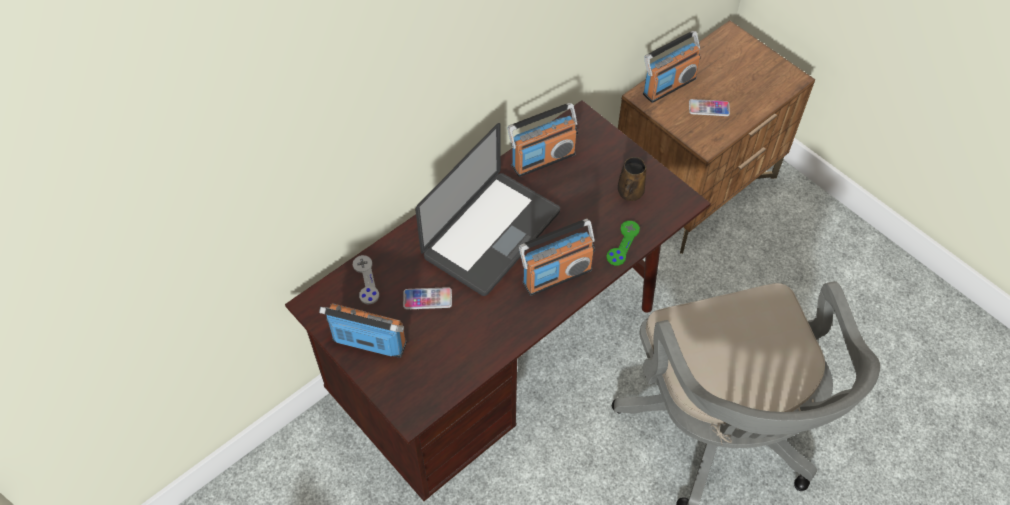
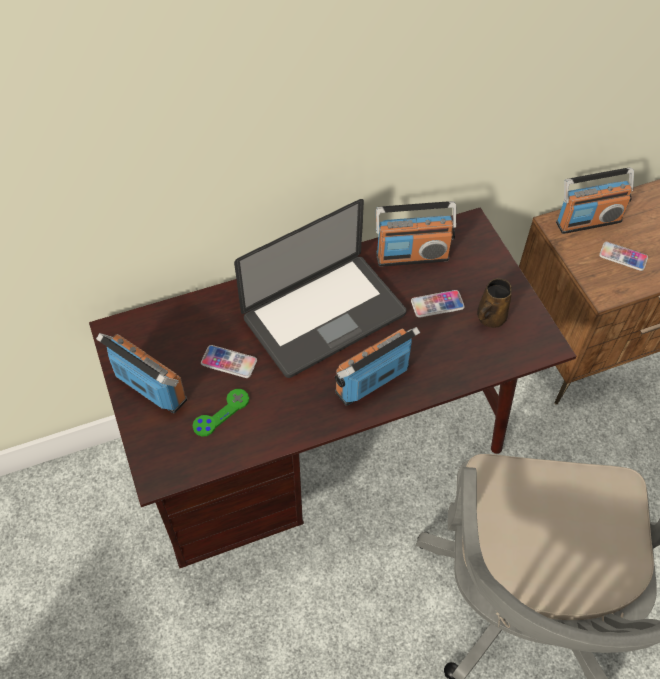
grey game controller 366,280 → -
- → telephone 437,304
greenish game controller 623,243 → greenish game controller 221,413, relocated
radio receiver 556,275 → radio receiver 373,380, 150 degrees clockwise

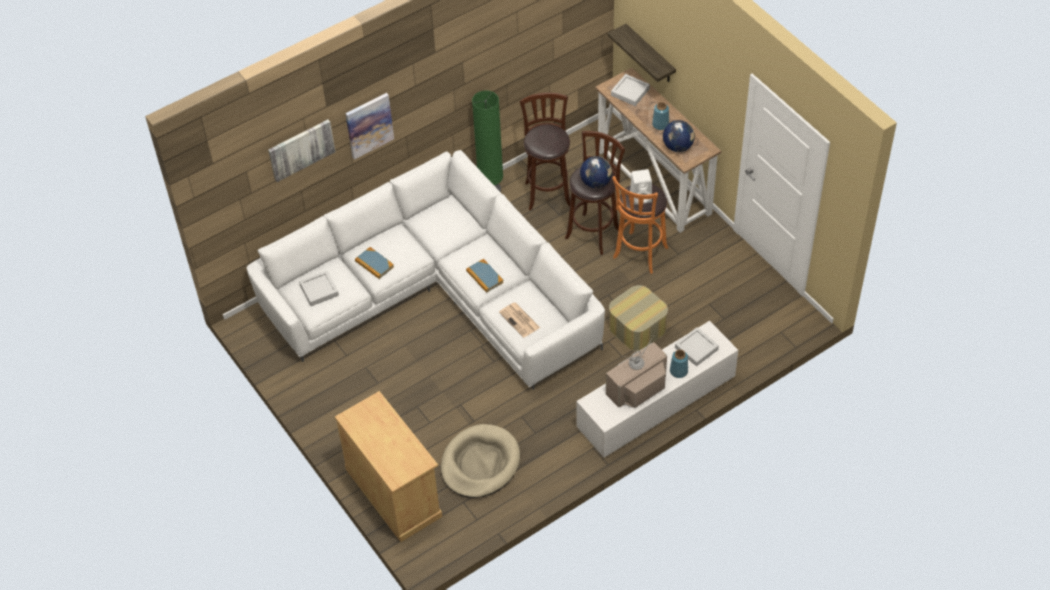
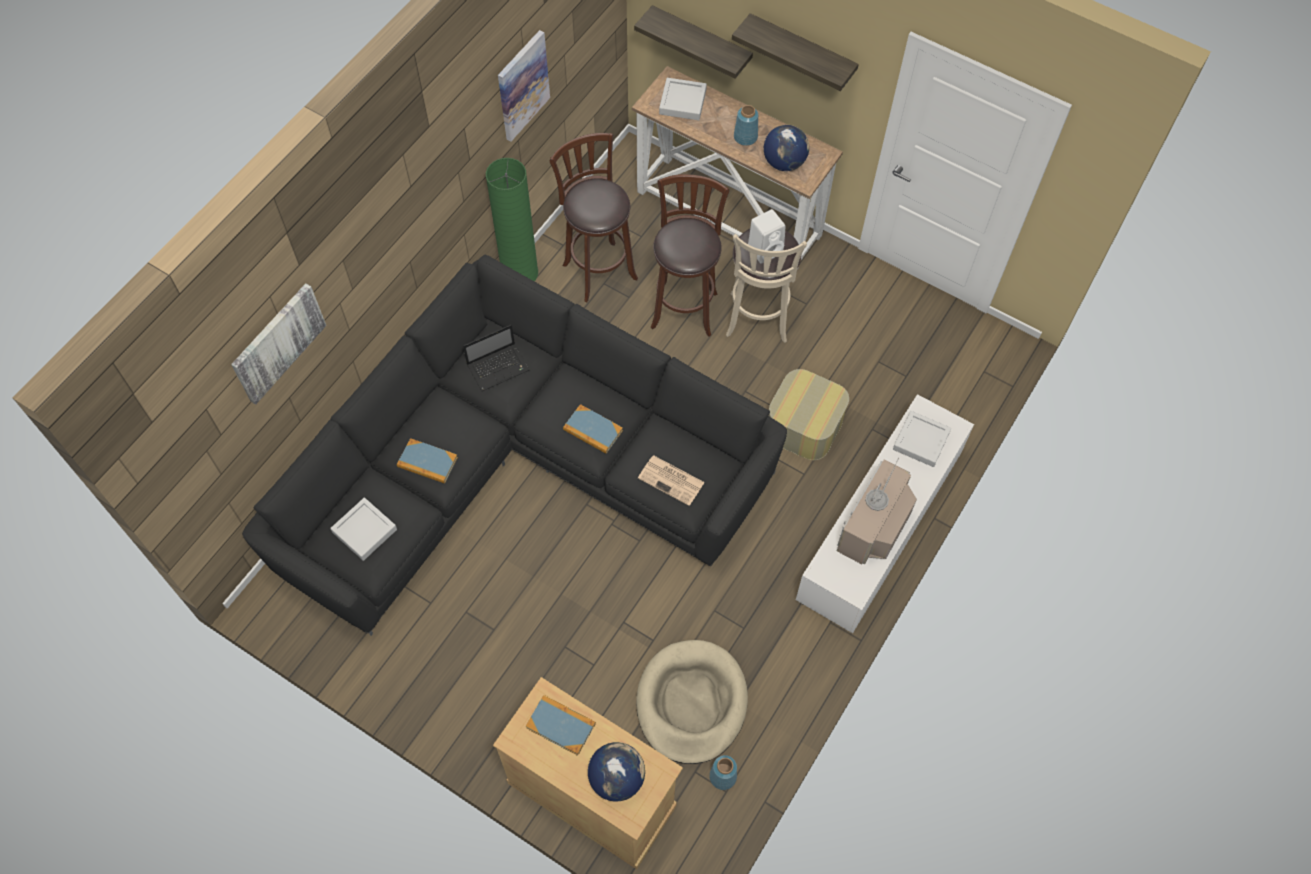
- → portable computer 499,367
- → bound book 561,725
- → wall shelf 801,51
picture 369,125 → picture 522,85, relocated
desk globe 596,182 → desk globe 617,778, relocated
blue-coloured flower vase 678,371 → blue-coloured flower vase 722,777, relocated
white-coloured sofa 437,294 → blackish sofa 517,466
orange stool 639,255 → beige-coloured stool 758,321

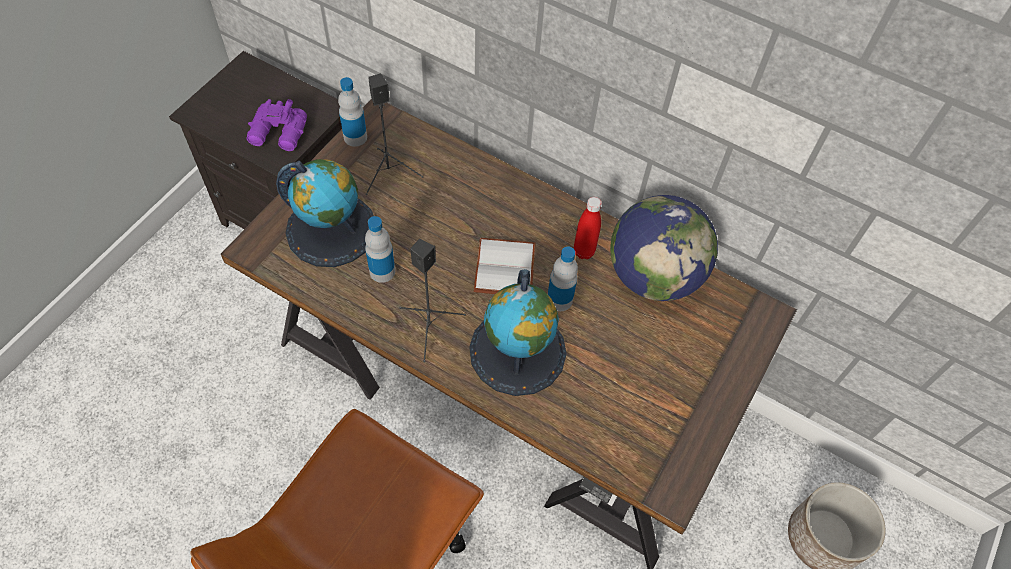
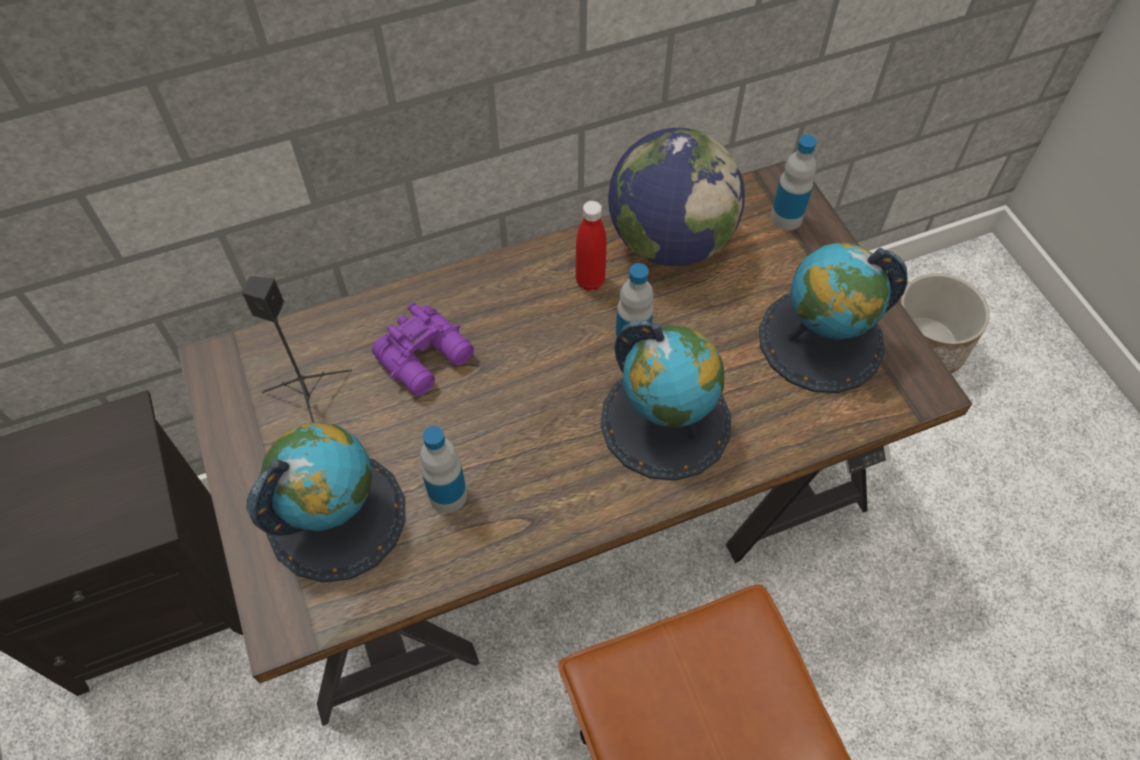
blackish loudspeaker 430,327 → -
white-coloured bound book 507,269 → -
- → desk globe 821,340
purplish field glasses 279,134 → purplish field glasses 427,358, relocated
bottle 355,137 → bottle 786,218, relocated

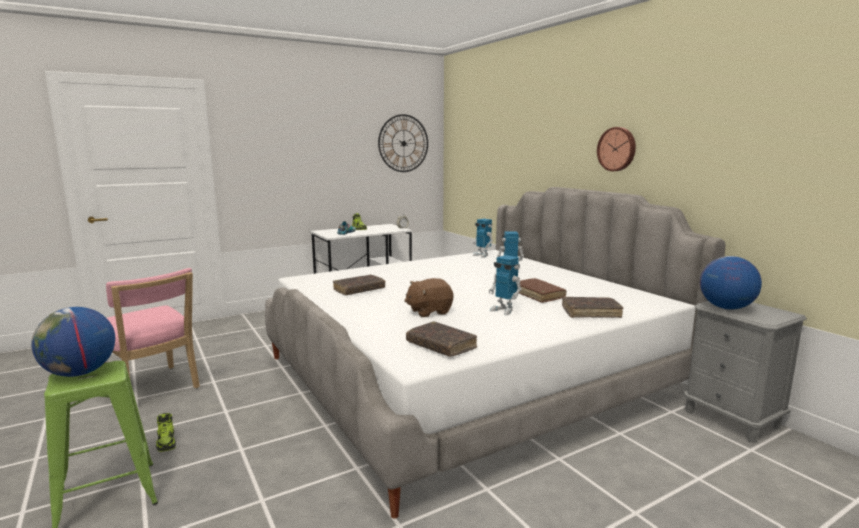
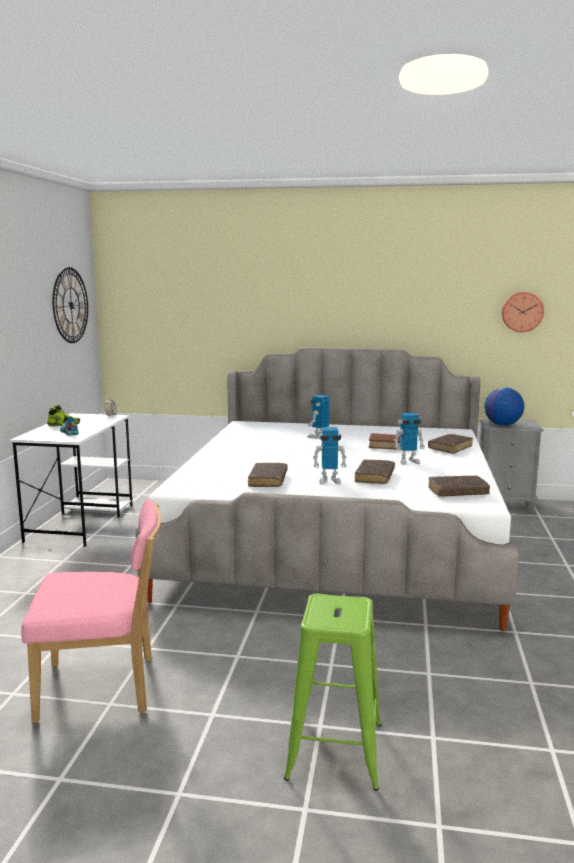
desk globe 80,373 → -
low shoe 166,442 → -
robot figure 482,255 → robot figure 329,481, relocated
clock on the wall 617,149 → clock on the wall 522,312, relocated
brownish soft toy 429,311 → brownish bound book 374,477

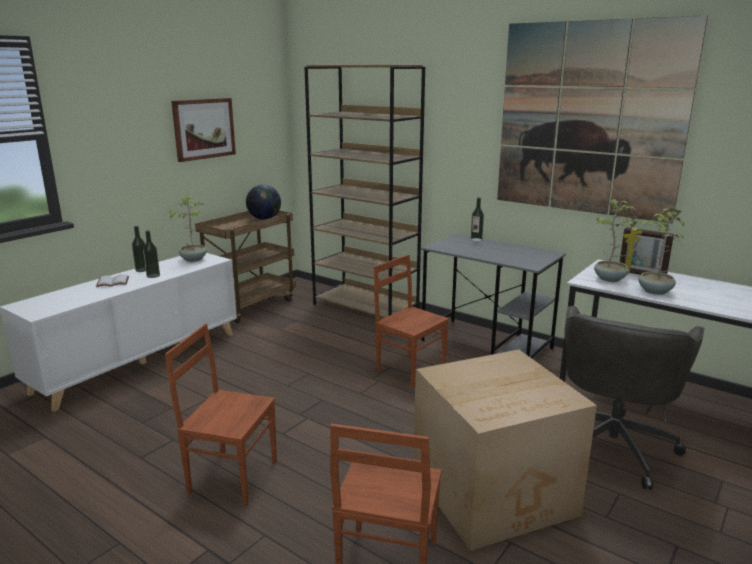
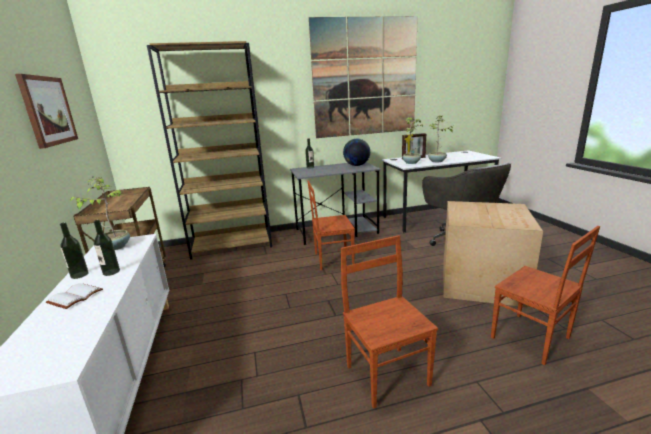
desk globe 264,219 → desk globe 356,165, relocated
brownish plain chair 232,475 → brownish plain chair 387,374, 105 degrees clockwise

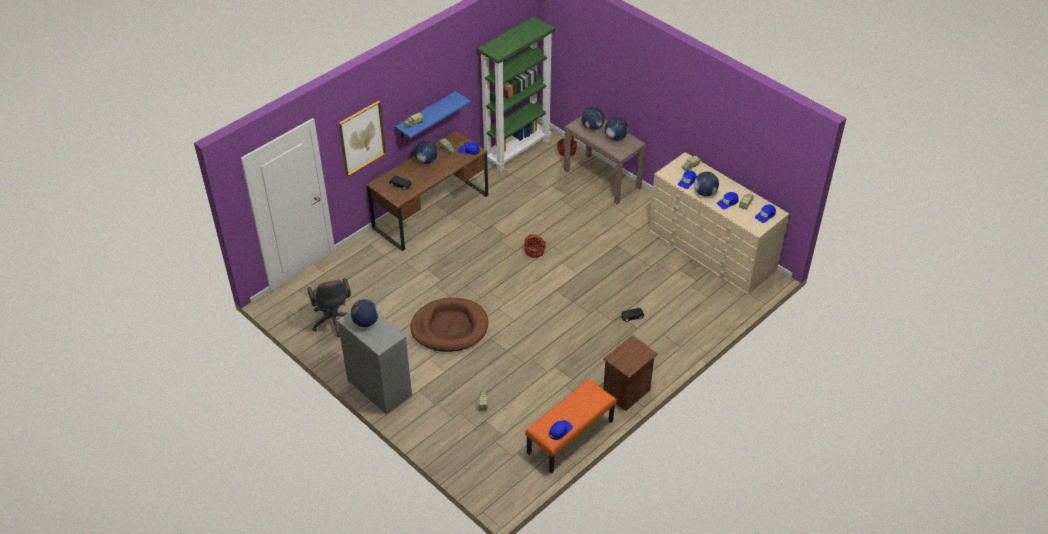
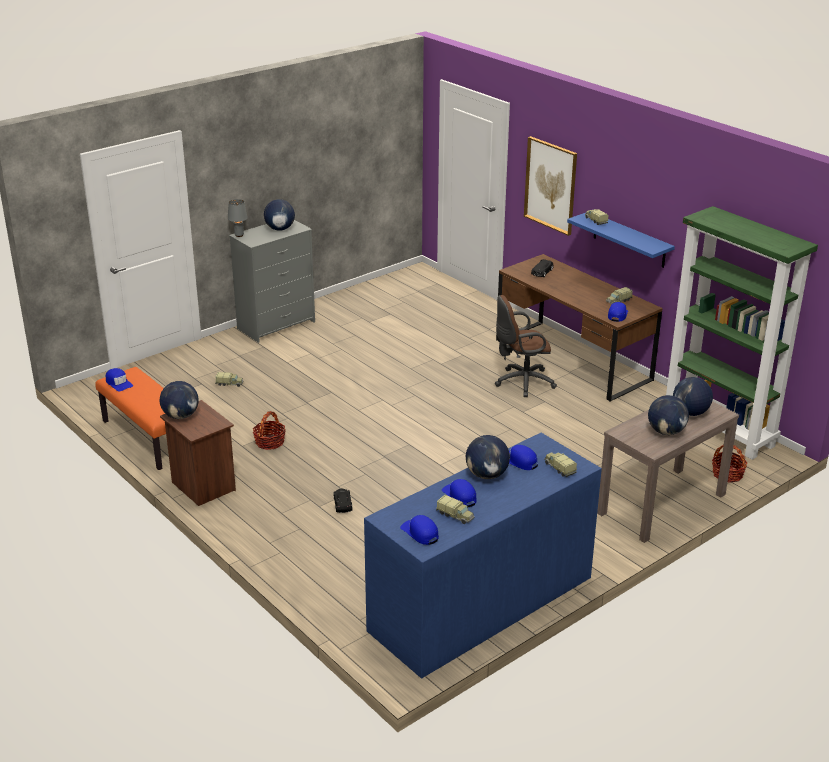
brownish dog cushion 449,327 → -
- → grey lamp for a table 239,235
brownish computer chair 334,322 → brownish computer chair 521,382, relocated
desk globe 426,161 → desk globe 181,416, relocated
household basket 534,251 → household basket 270,442, relocated
beige-coloured chest of drawers 711,250 → blue-coloured chest of drawers 481,603

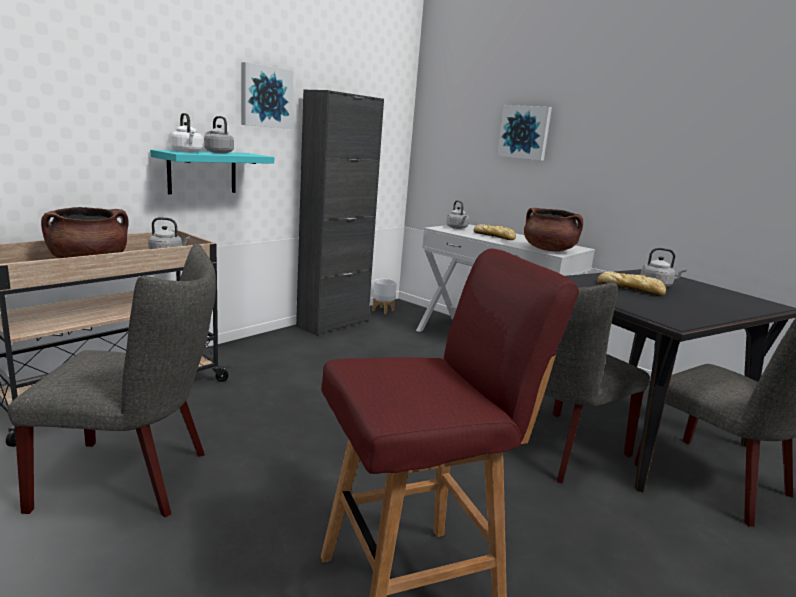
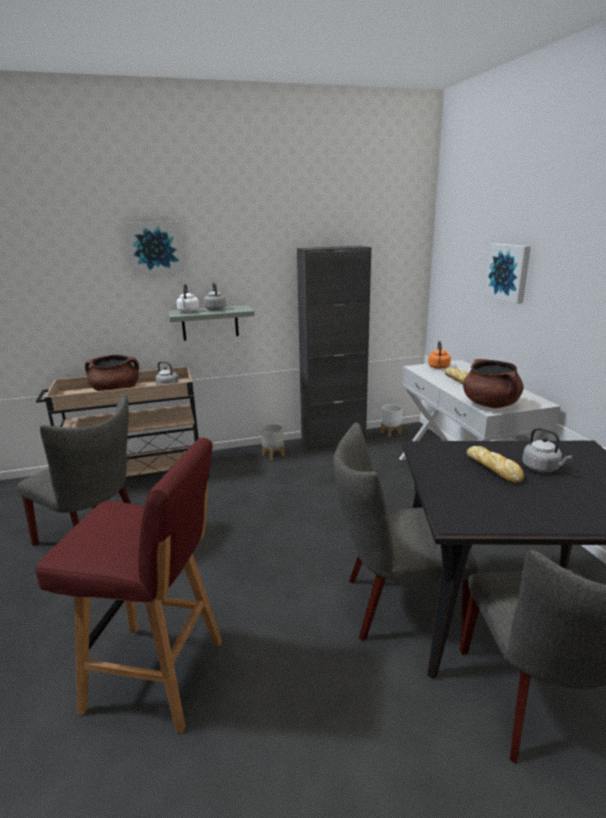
- → grey plant pot 273,455
picture 265,97 → picture 155,247, relocated
turquoise wall shelf 202,172 → grey wall shelf 210,323
grey kettle 457,228 → orange kettle 438,367

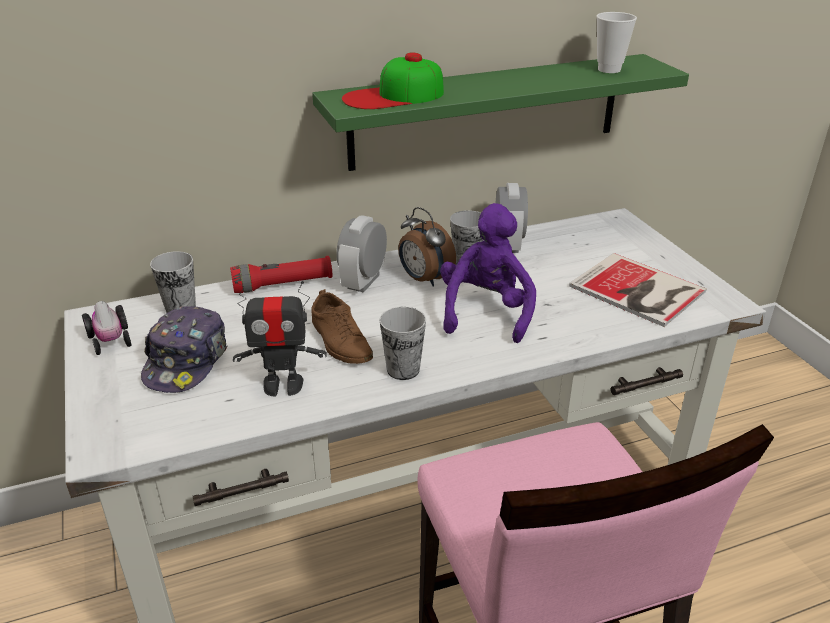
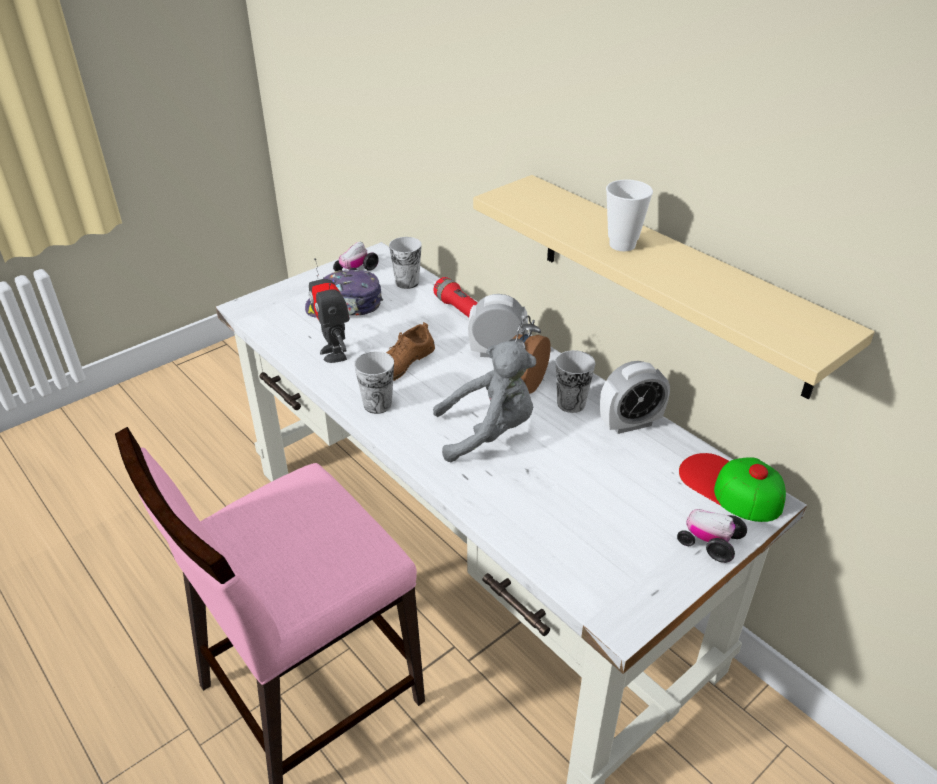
bound book 638,291 → -
- → toy car 709,542
peaked cap 393,96 → peaked cap 730,487, relocated
drinking cup 609,69 → drinking cup 622,245, relocated
greenish wall shelf 487,111 → beige-coloured wall shelf 671,282
purplish soft toy 486,312 → grey soft toy 489,432

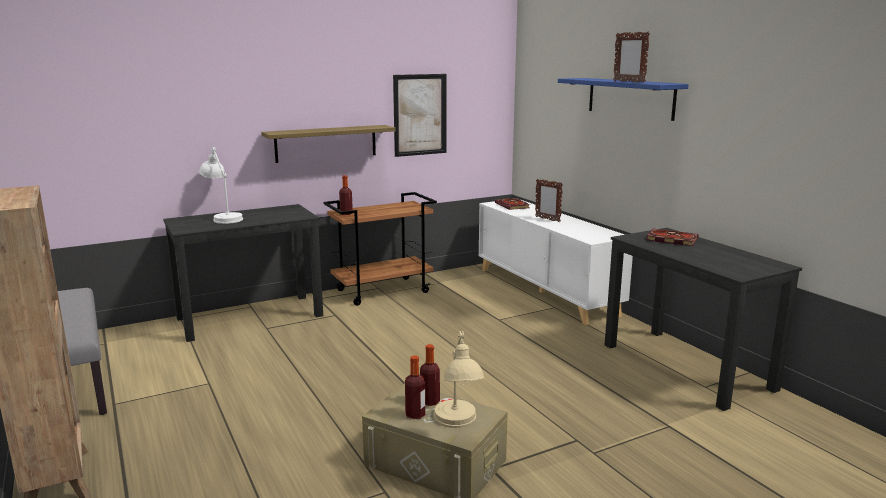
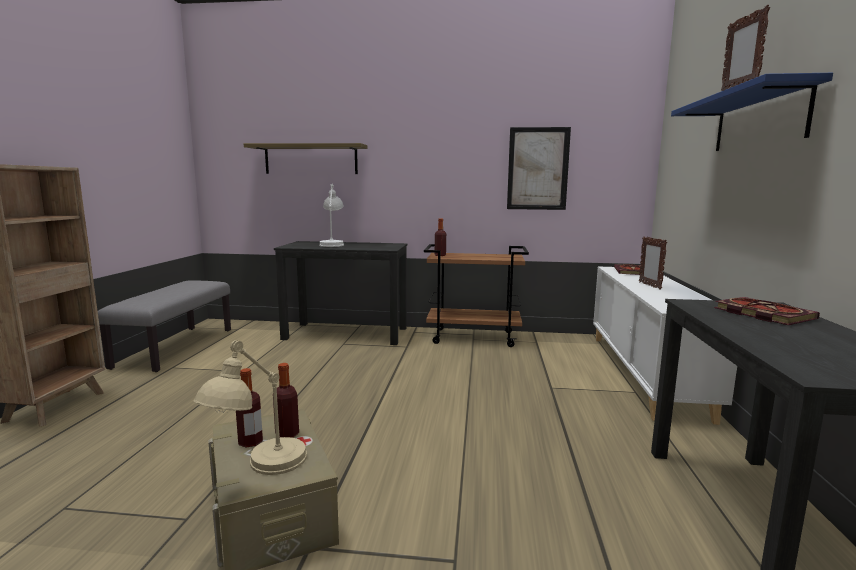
wall shelf 326,143 → wall shelf 311,159, relocated

